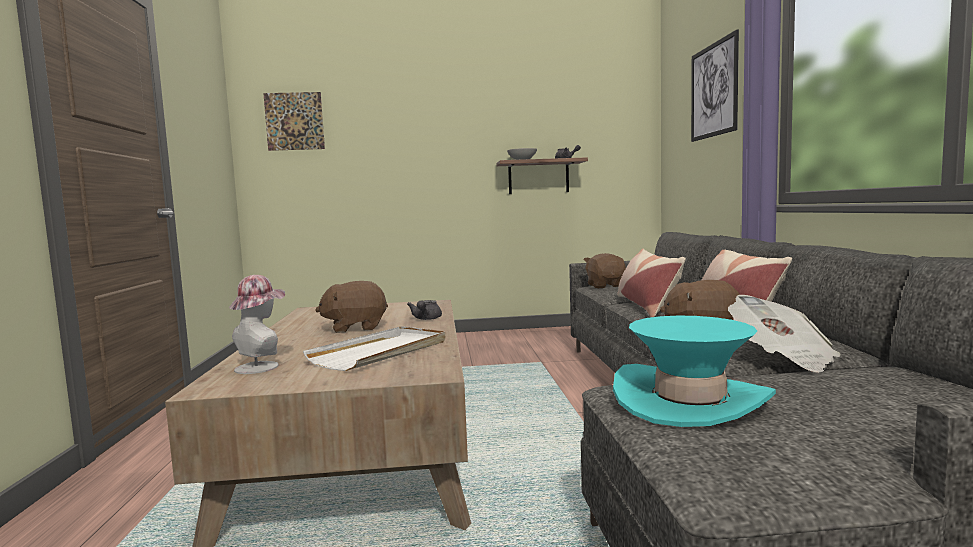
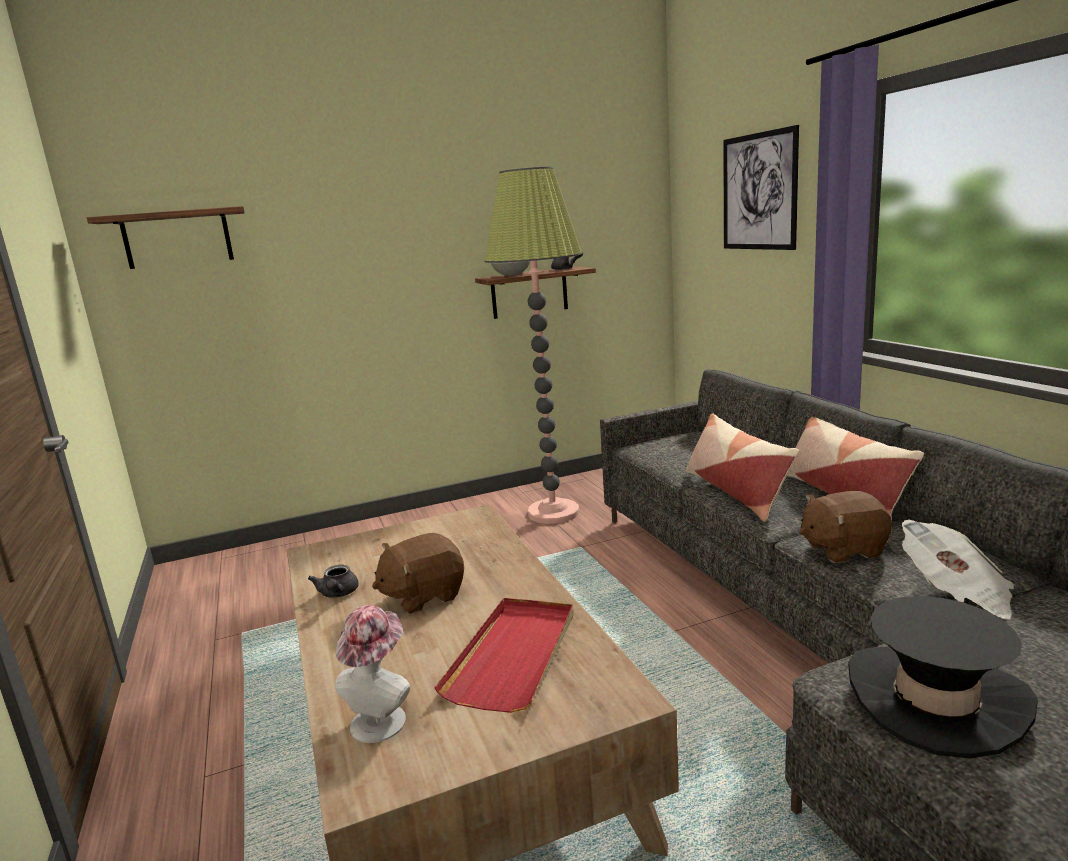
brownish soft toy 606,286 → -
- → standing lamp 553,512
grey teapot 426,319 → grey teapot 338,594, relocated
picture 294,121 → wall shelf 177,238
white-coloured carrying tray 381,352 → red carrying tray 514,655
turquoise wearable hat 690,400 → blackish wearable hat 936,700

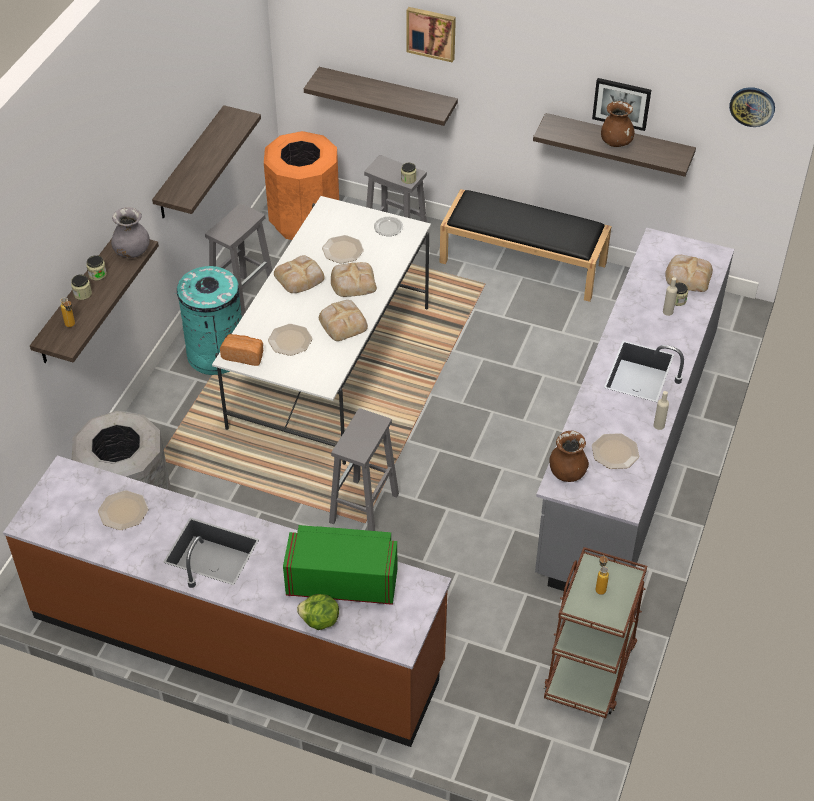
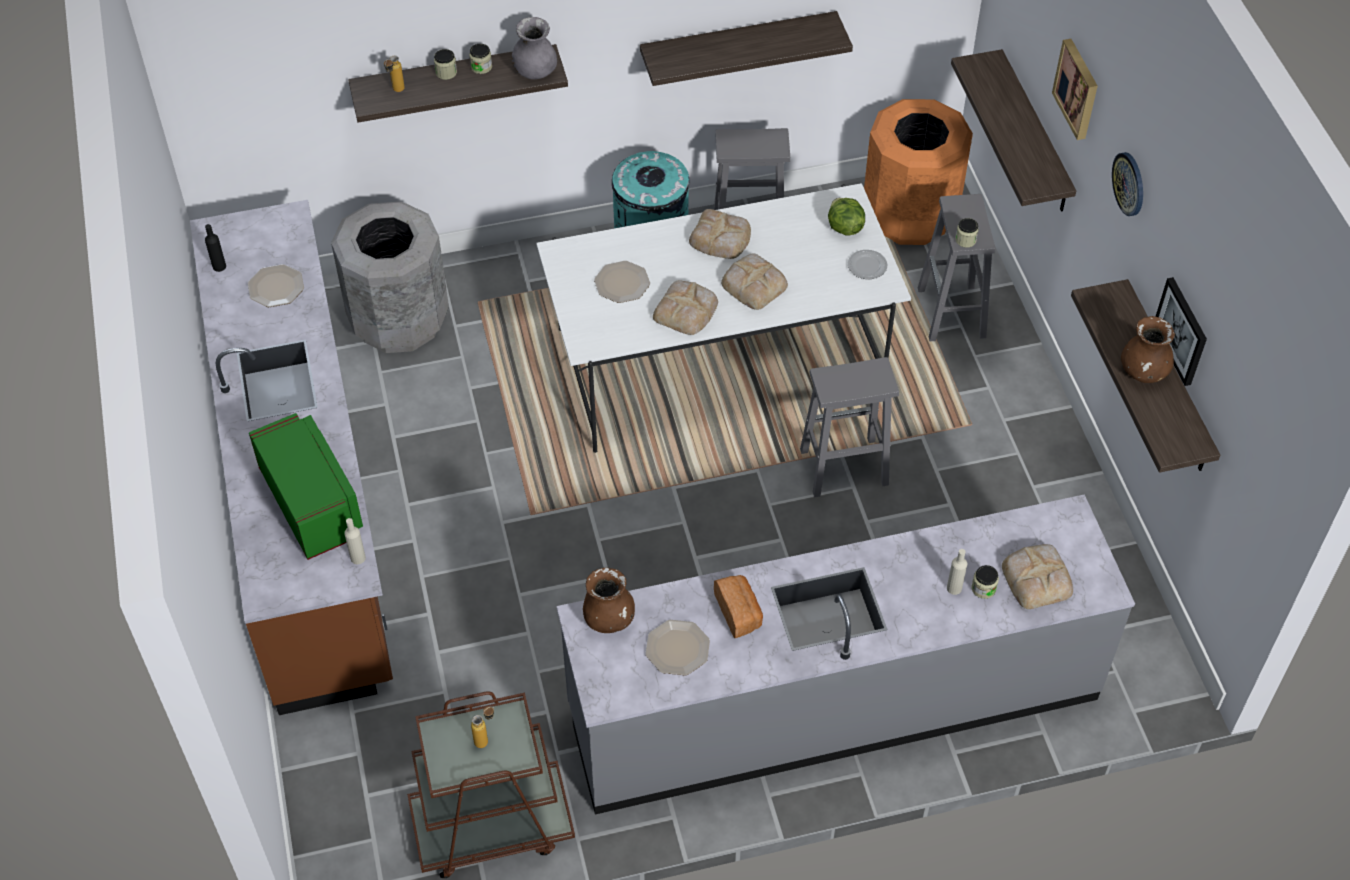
flat dish 343,250 → -
blackish indoor bench 524,263 → -
- → blackish bottle 219,266
baked bread 244,355 → baked bread 739,612, relocated
lettuce 319,621 → lettuce 844,227, relocated
grey stool 364,509 → grey stool 842,468, relocated
beige-coloured bottle 659,425 → beige-coloured bottle 358,558, relocated
clock on the wall 752,106 → clock on the wall 1129,183, relocated

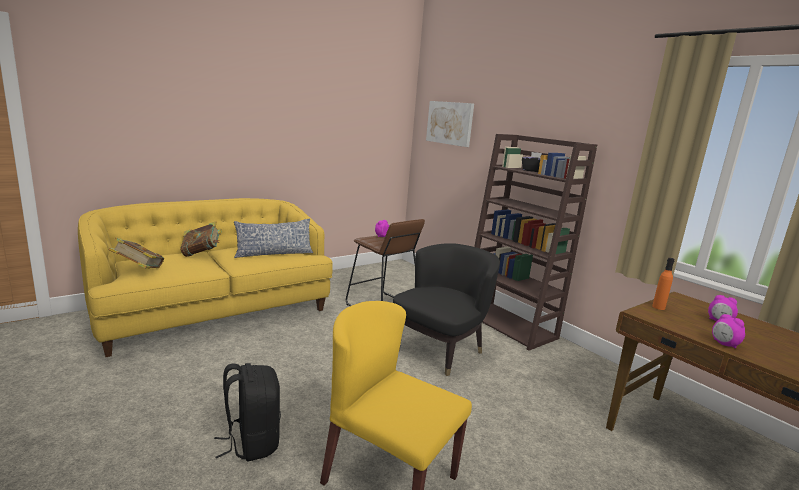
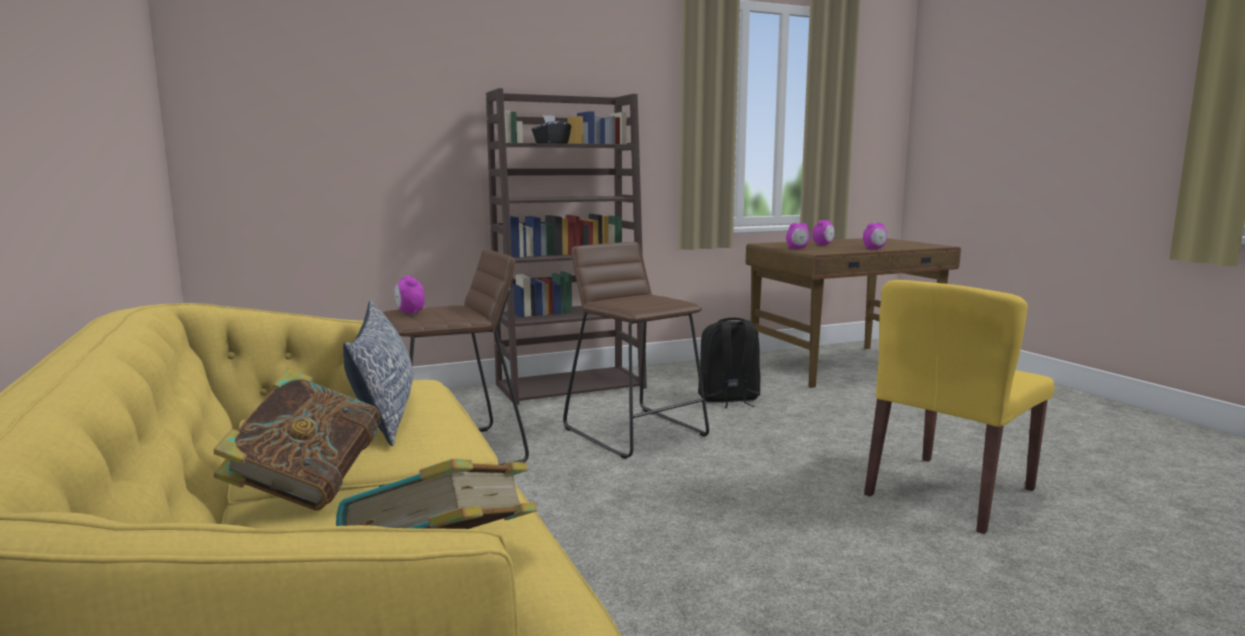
picture 450,123 → -
blackish knapsack 251,442 → blackish knapsack 728,399, relocated
blackish armchair 441,350 → brownish stool 636,432
orange bottle 658,307 → bedside clock 797,249

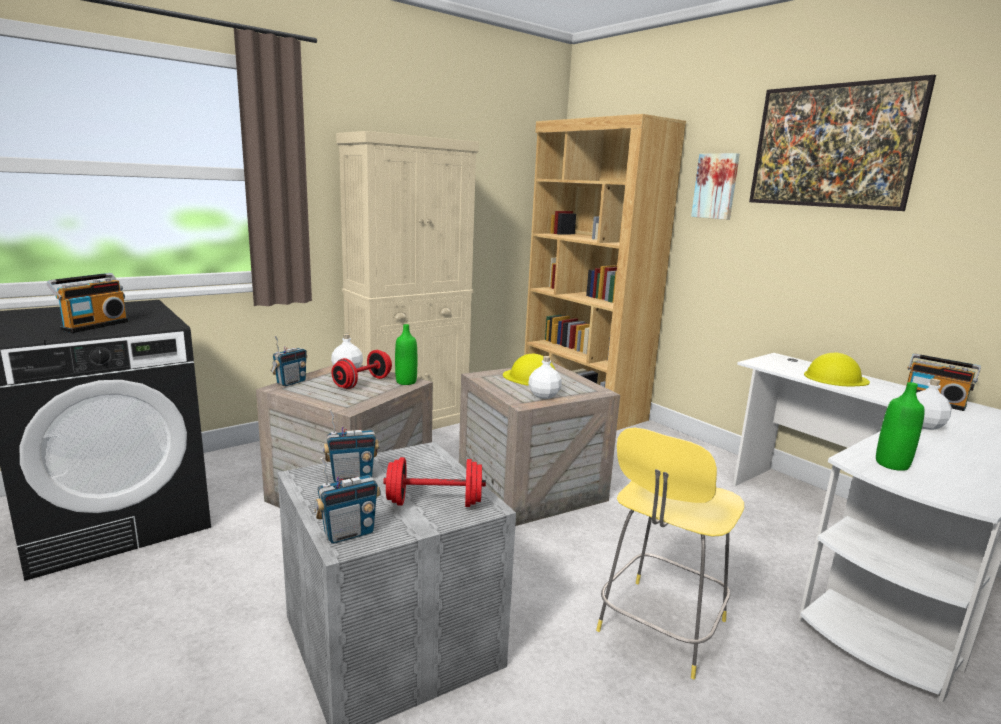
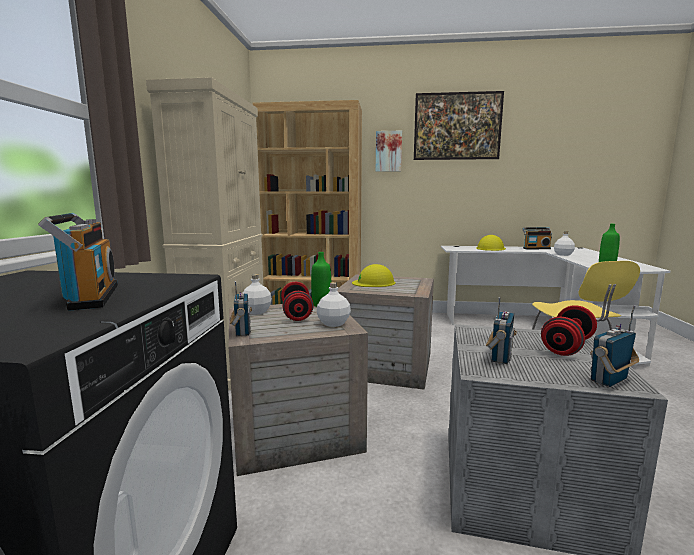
white-coloured bottle 544,395 → white-coloured bottle 334,323, relocated
radio receiver 348,533 → radio receiver 610,380, 135 degrees counterclockwise

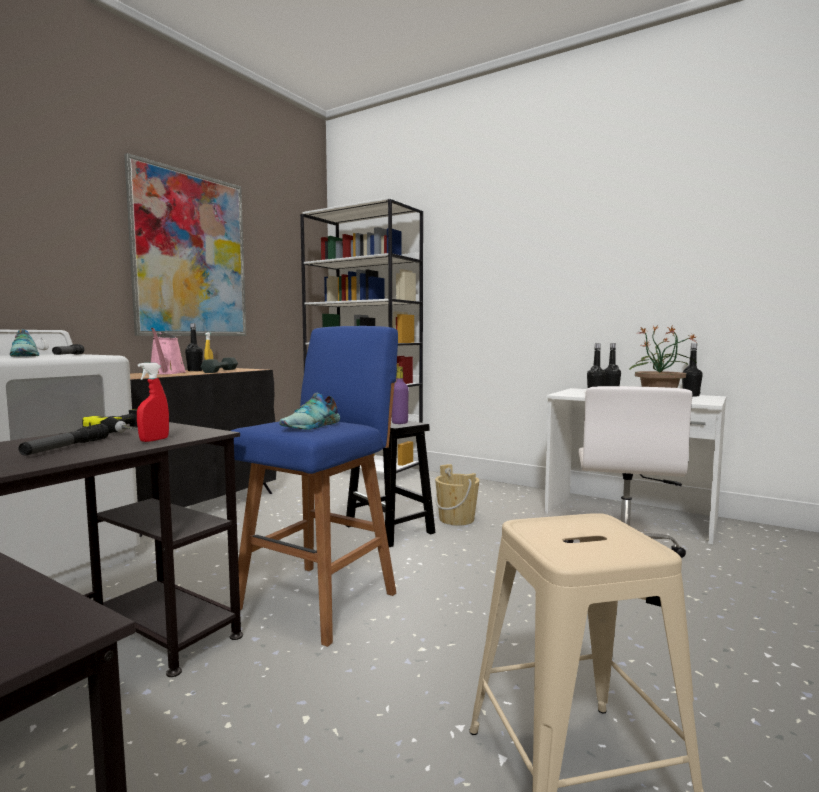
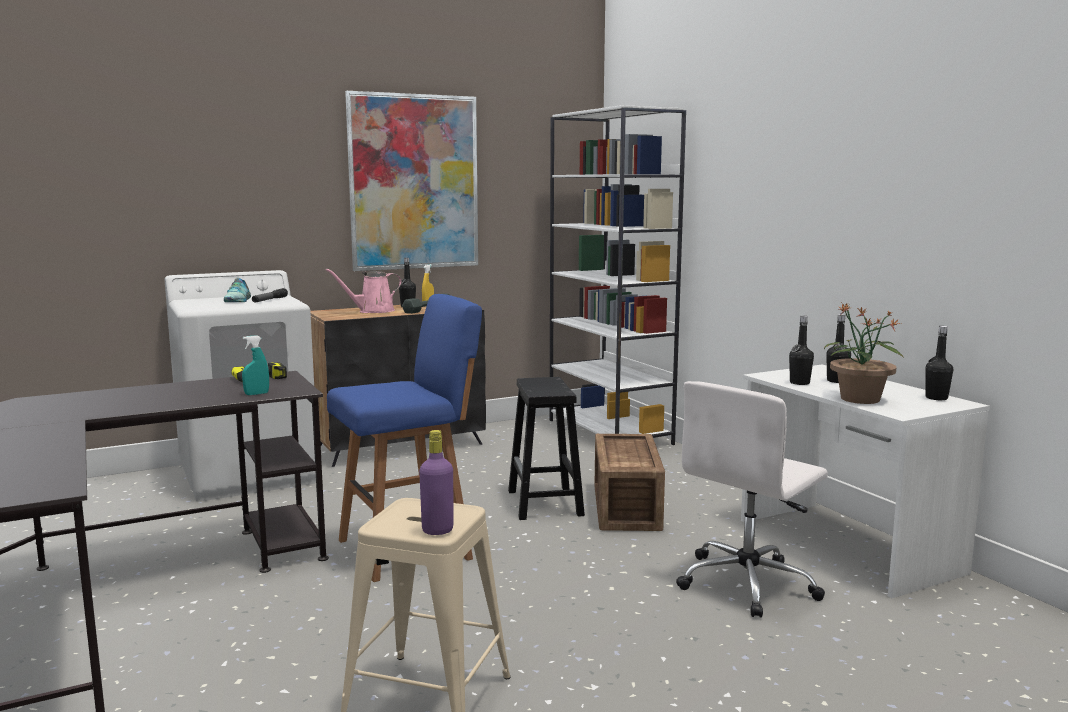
flashlight 66,447 → -
low shoe 312,426 → -
purplish bottle 399,423 → purplish bottle 437,530, relocated
beige-coloured water bucket 456,519 → packing crate 628,507
red spray bottle 154,440 → turquoise spray bottle 256,394
pink watering pot 166,373 → pink watering pot 373,311, 45 degrees clockwise

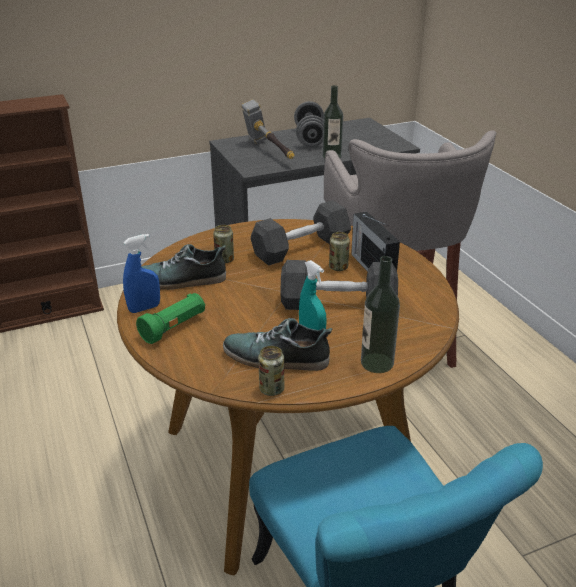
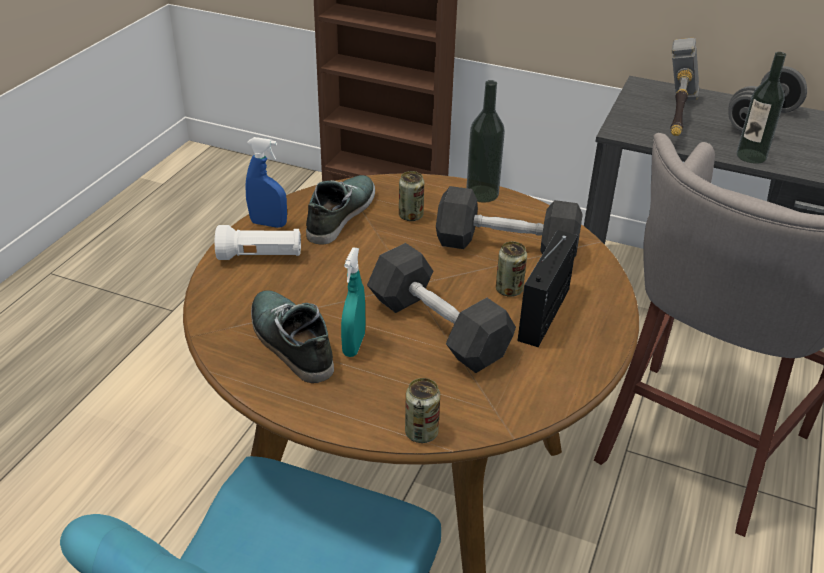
metal can 271,389 → metal can 421,433, relocated
bottle 377,363 → bottle 482,194, relocated
greenish flashlight 174,327 → white-coloured flashlight 260,257
low shoe 181,280 → low shoe 340,214, 75 degrees clockwise

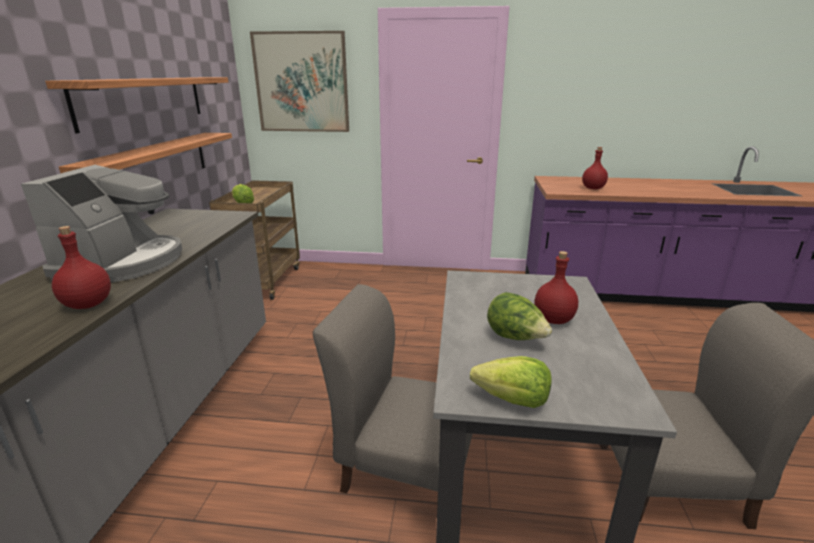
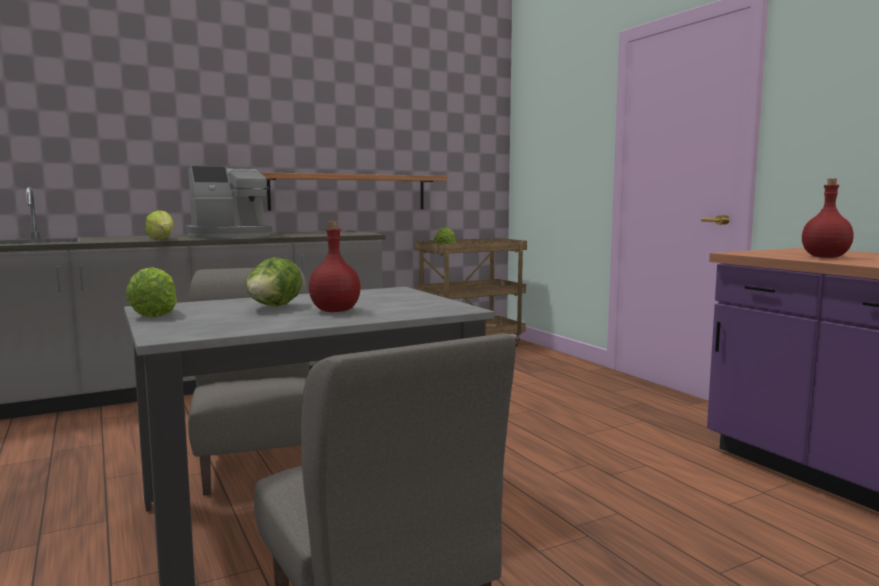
wall shelf 144,100 → -
picture 301,83 → -
red bottle 87,304 → lettuce 162,239

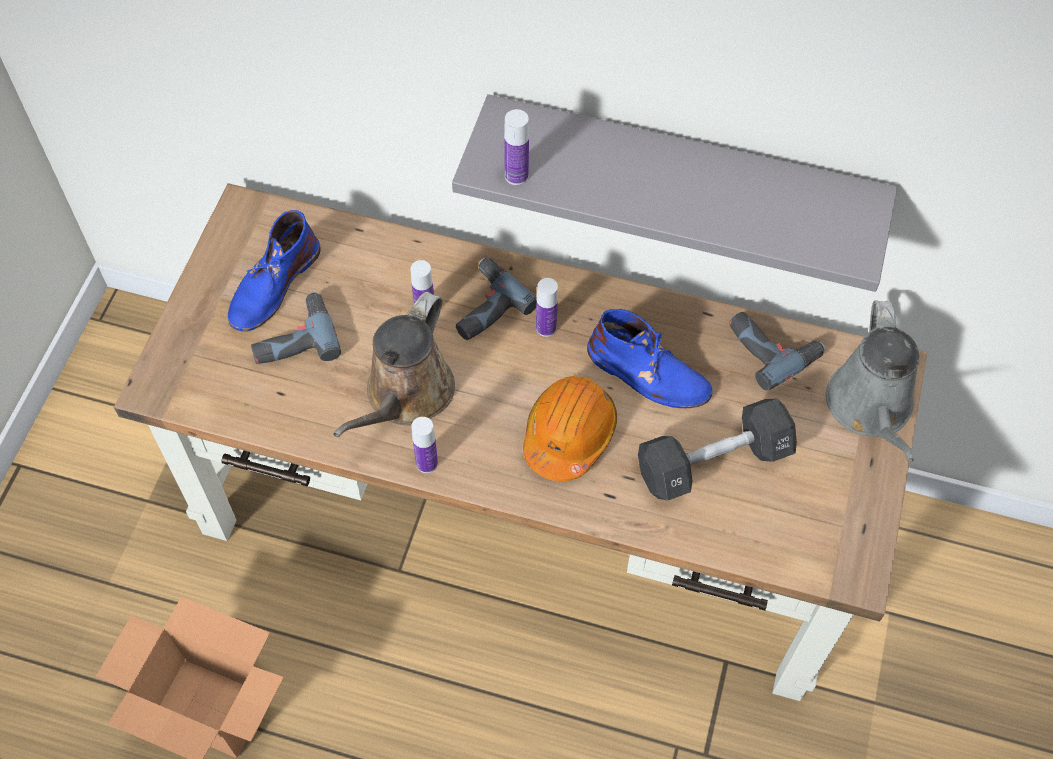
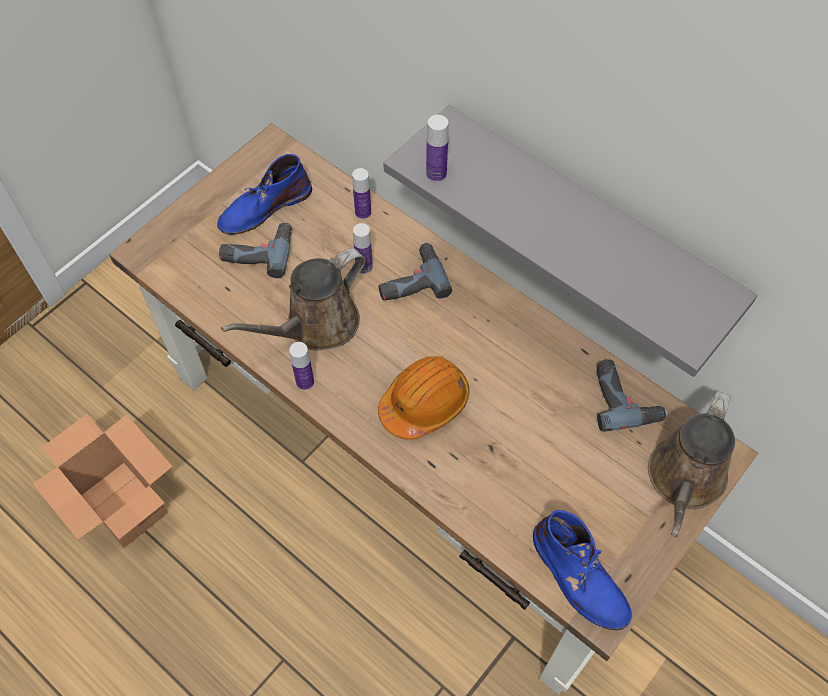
blackish hand weight 713,461 → -
bottle 546,328 → bottle 363,213, relocated
blue-coloured tall boot 648,374 → blue-coloured tall boot 579,577, relocated
grey watering pot 870,408 → brownish watering pot 684,480

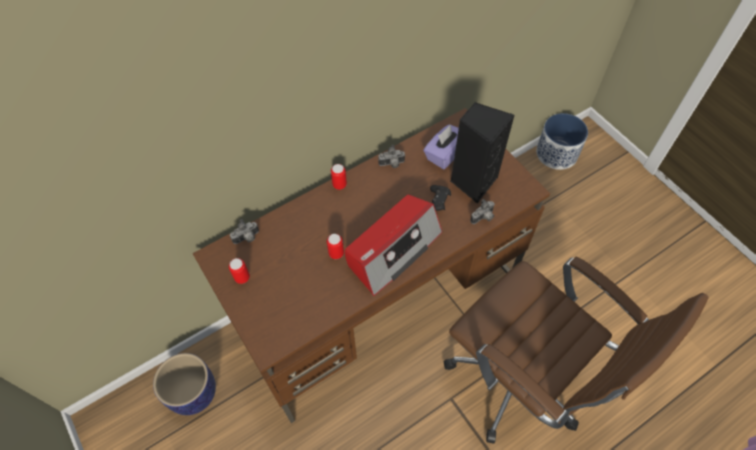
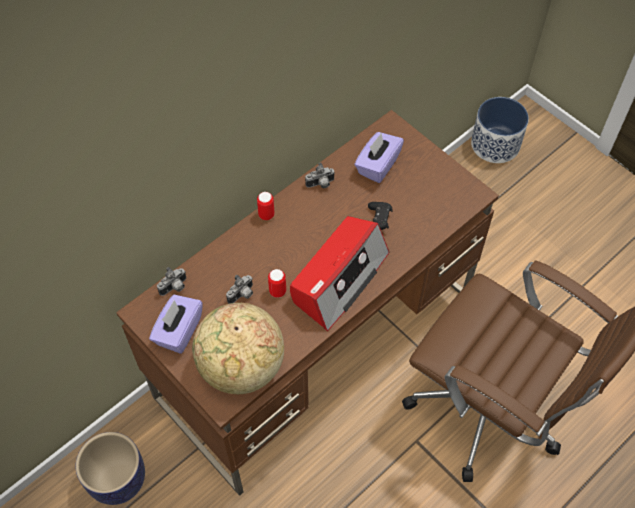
blackish loudspeaker 473,181 → -
- → desk globe 241,367
photo camera 483,218 → photo camera 242,295, relocated
metal can 242,277 → purplish box of tissues 178,331

